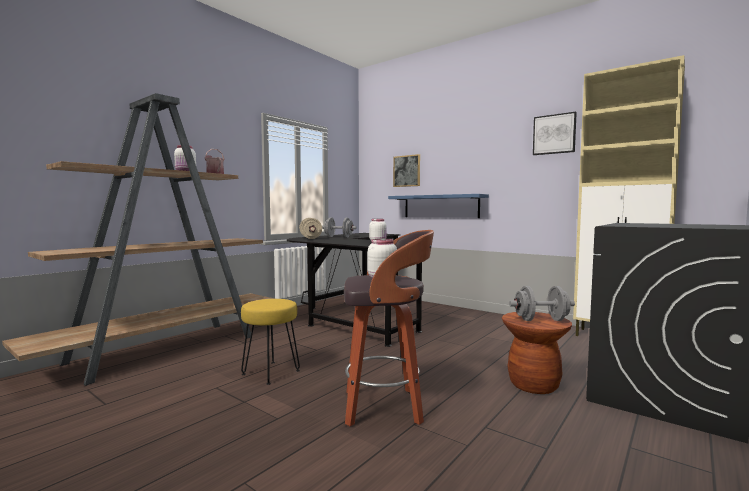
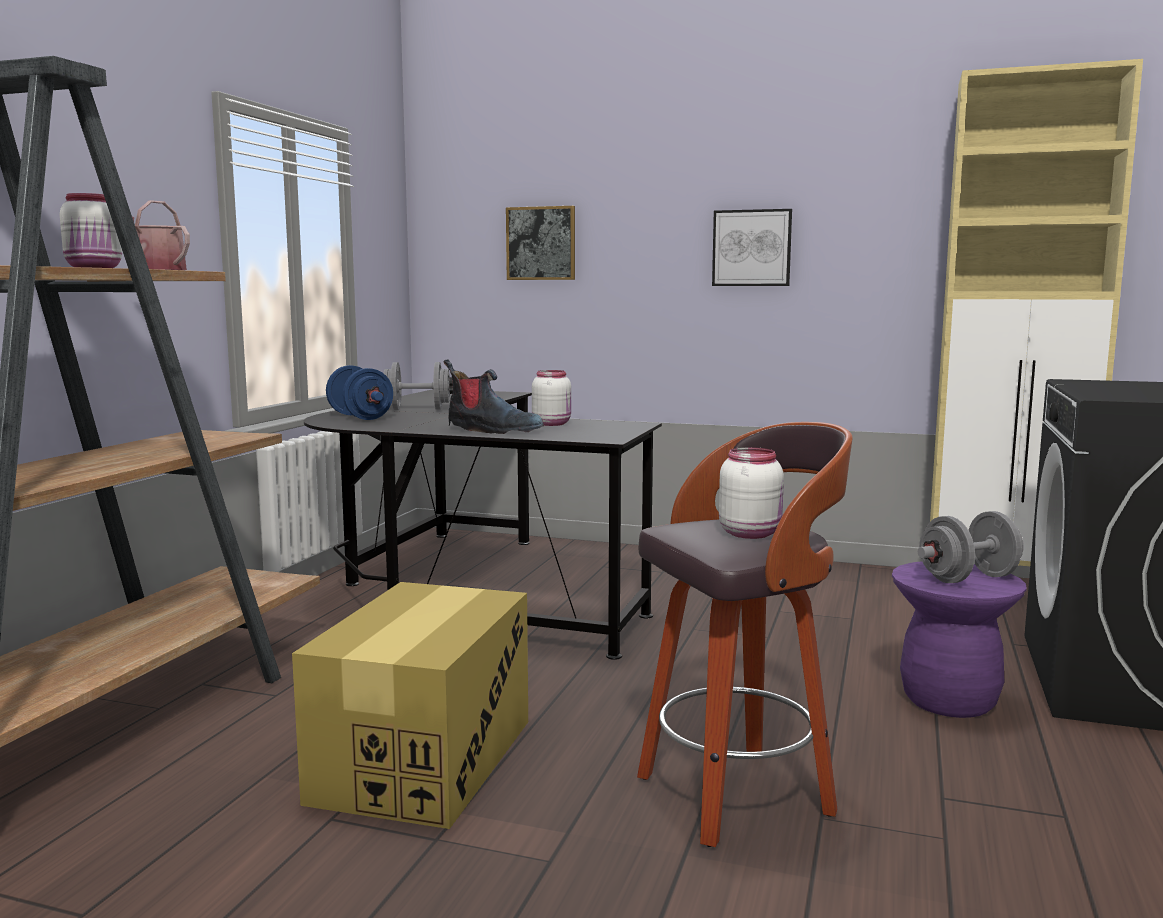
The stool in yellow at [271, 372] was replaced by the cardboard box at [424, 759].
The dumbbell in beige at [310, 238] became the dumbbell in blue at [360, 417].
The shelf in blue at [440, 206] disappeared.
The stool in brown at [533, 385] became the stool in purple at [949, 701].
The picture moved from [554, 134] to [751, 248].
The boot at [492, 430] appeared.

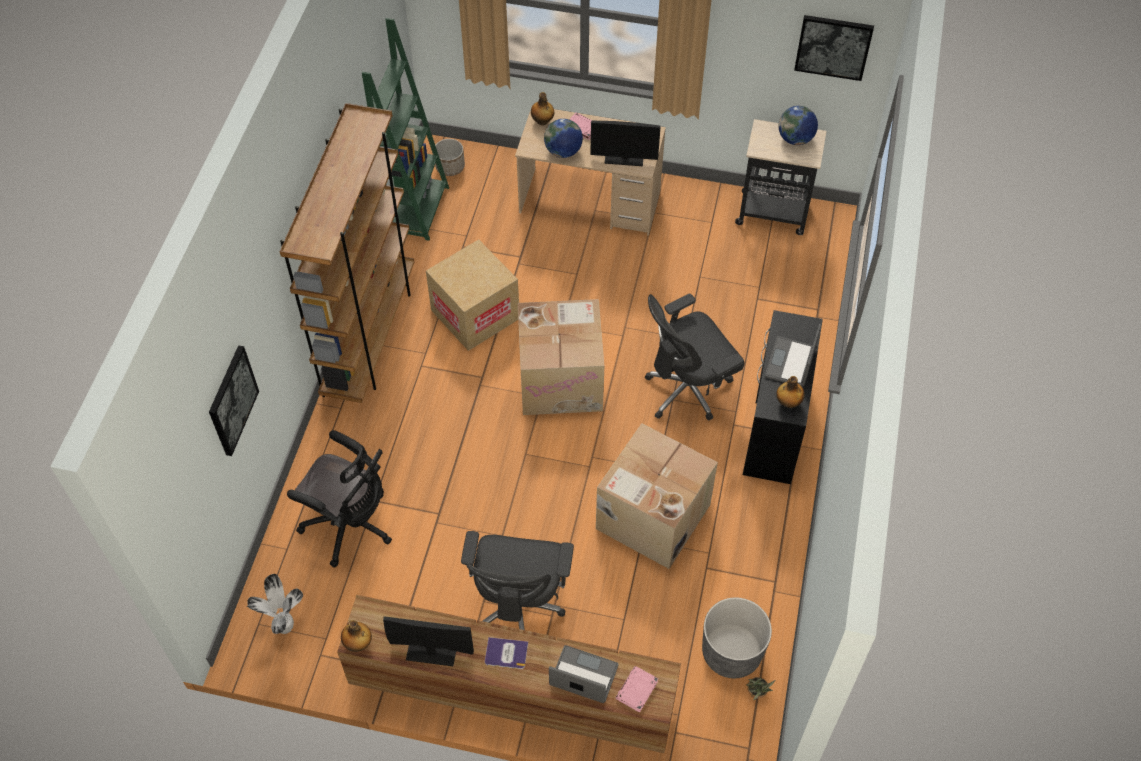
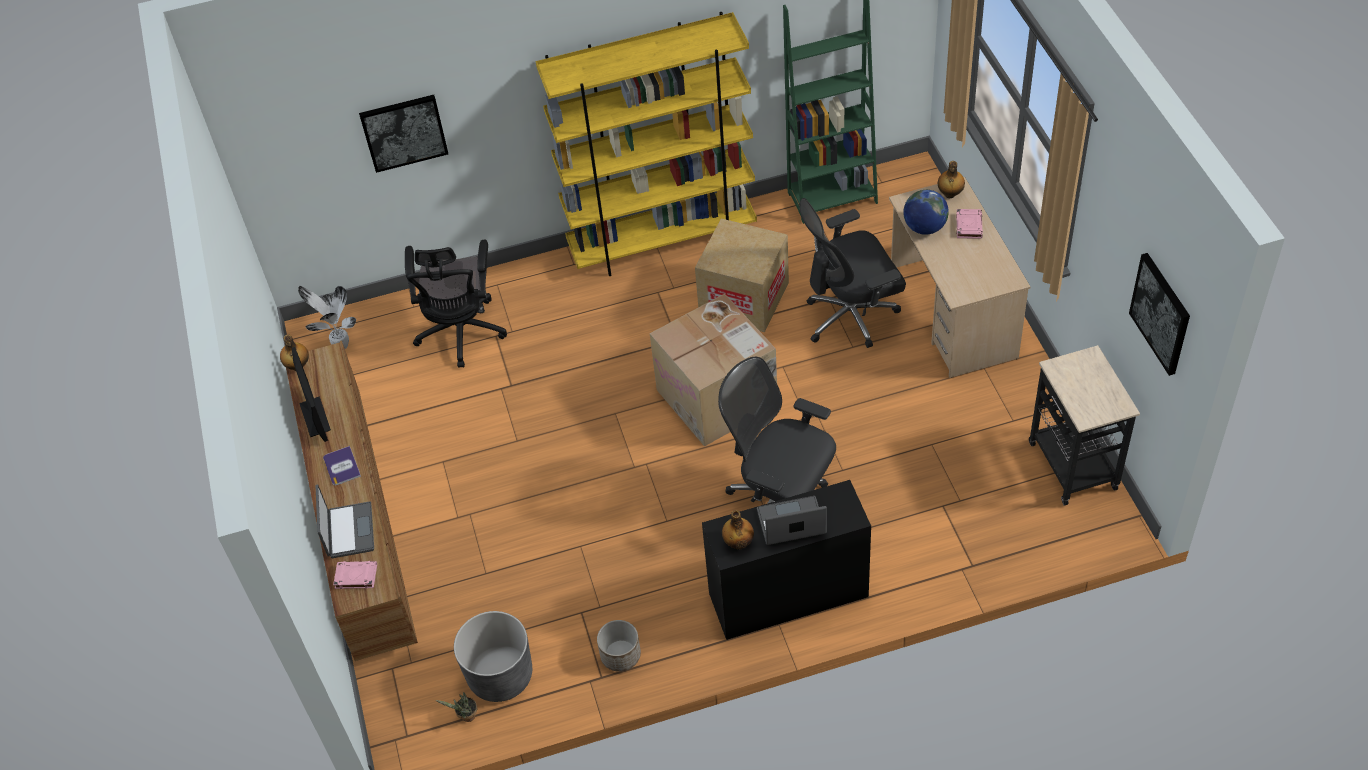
The bookcase in brown at [370, 336] became the bookcase in yellow at [663, 242].
The planter moved from [450, 167] to [620, 655].
The office chair moved from [518, 607] to [851, 316].
The monitor at [624, 158] disappeared.
The cardboard box at [651, 517] disappeared.
The globe at [795, 139] disappeared.

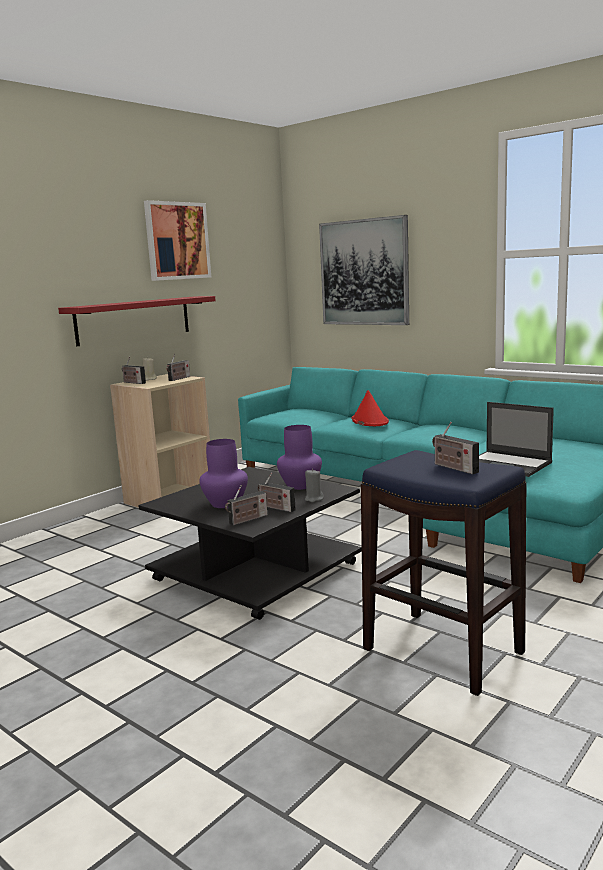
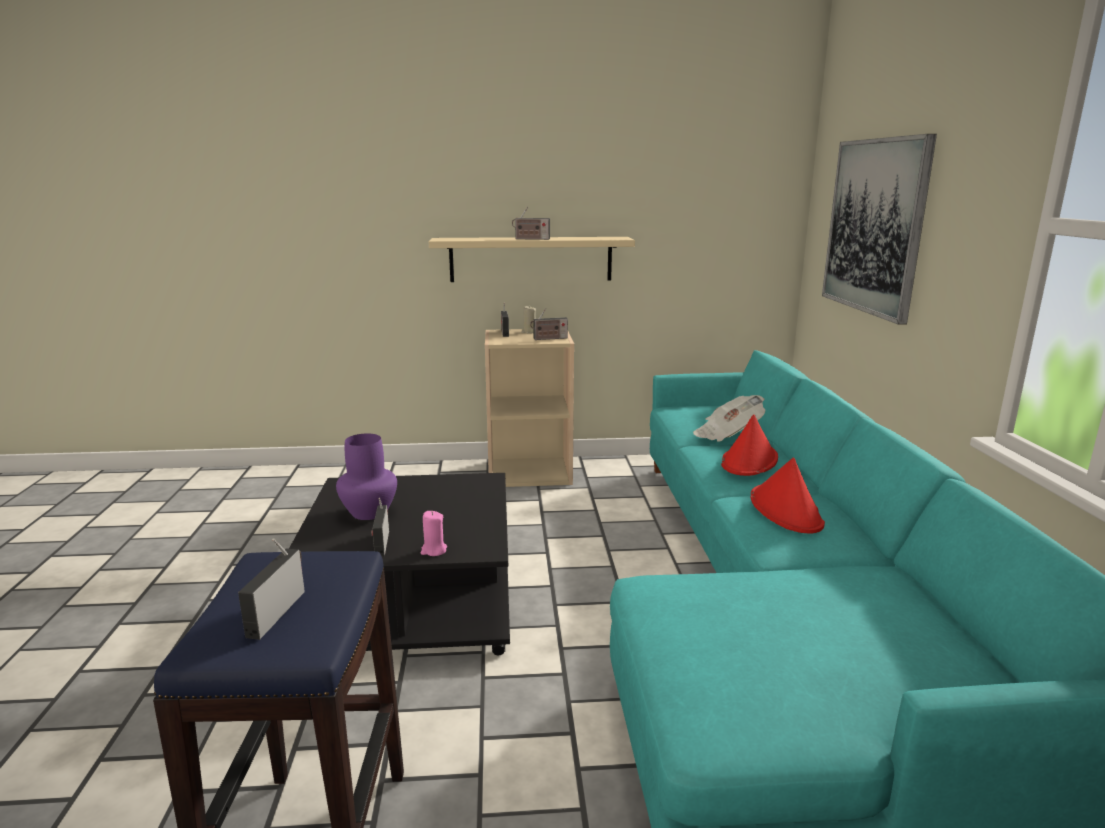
The shelf in red at [134, 320] became the shelf in beige at [531, 259].
The picture at [177, 241] disappeared.
The radio moved from [247, 520] to [530, 239].
The vase in purple at [299, 485] disappeared.
The candle in grey at [313, 499] became the candle in pink at [433, 550].
The laptop at [508, 464] disappeared.
The newspaper at [727, 435] appeared.
The hat in red at [786, 510] appeared.

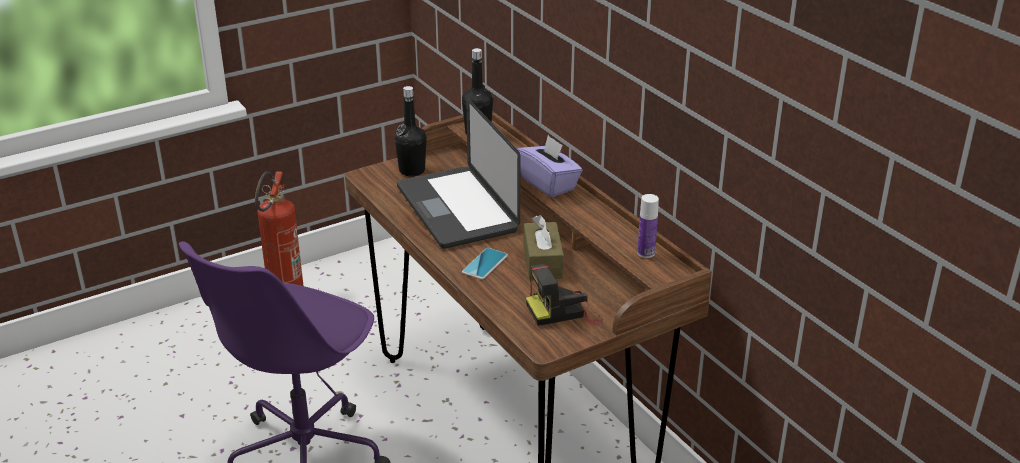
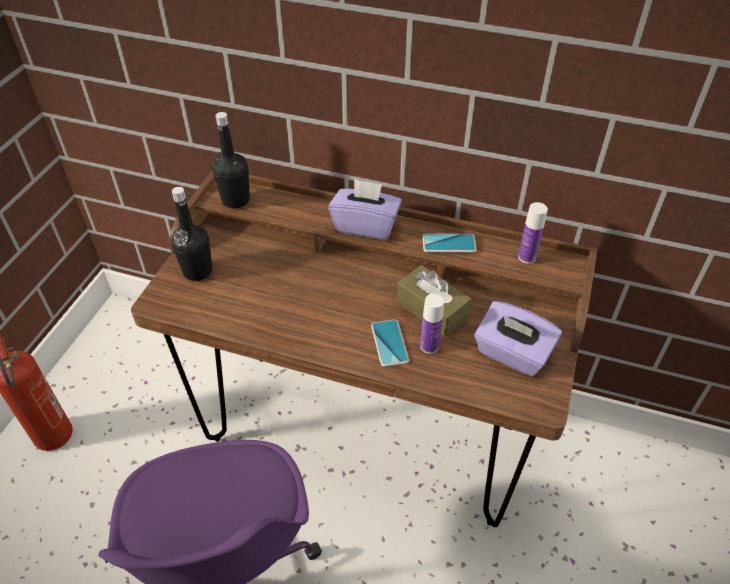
The laptop at [456, 209] disappeared.
The photo camera at [564, 311] was replaced by the tissue box in purple at [512, 354].
The bottle at [429, 346] appeared.
The phone at [449, 243] appeared.

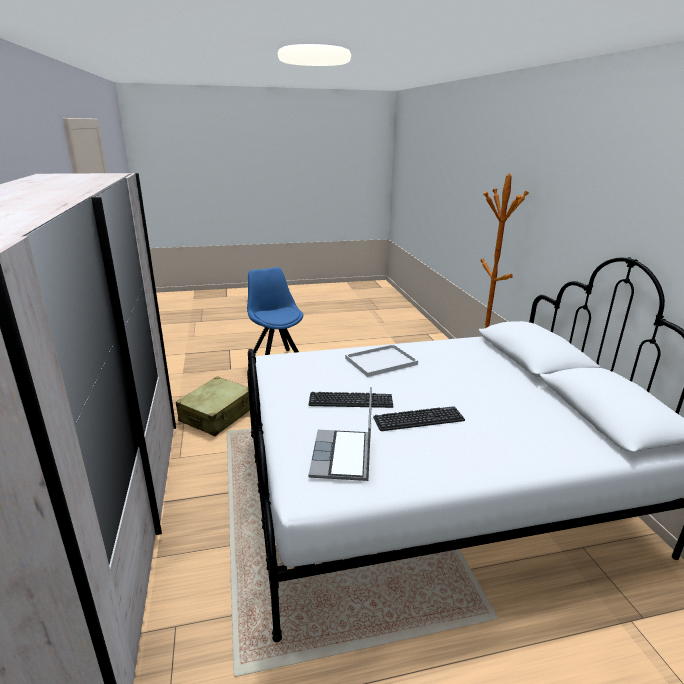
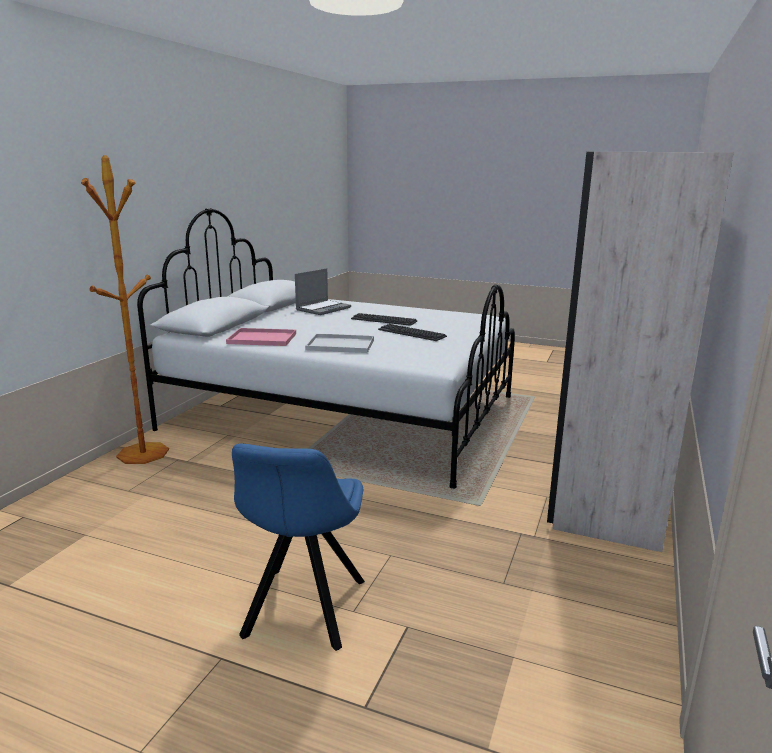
The suitcase in beige at [217, 415] disappeared.
The laptop moved from [343, 457] to [323, 308].
The tray in pink at [263, 338] appeared.

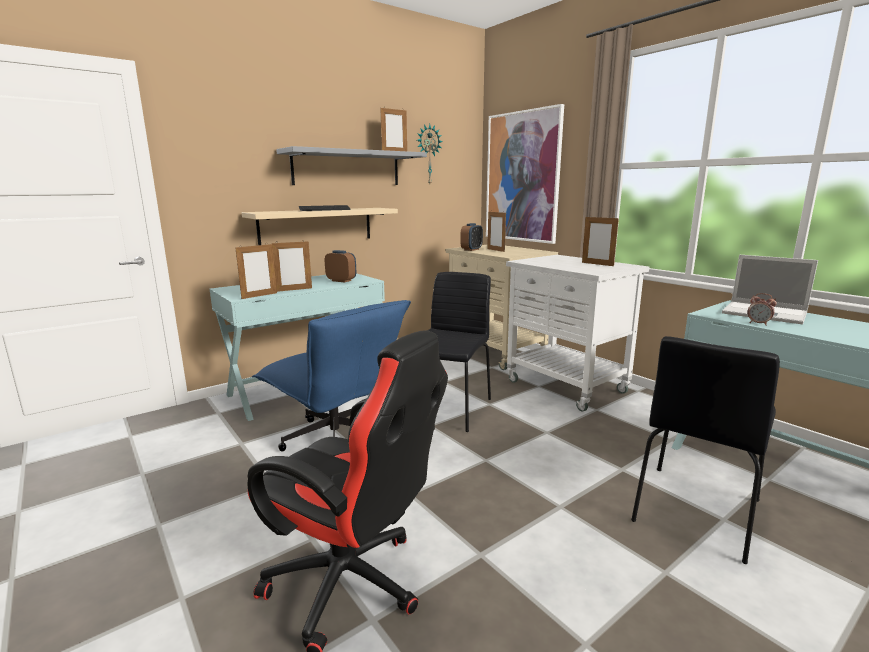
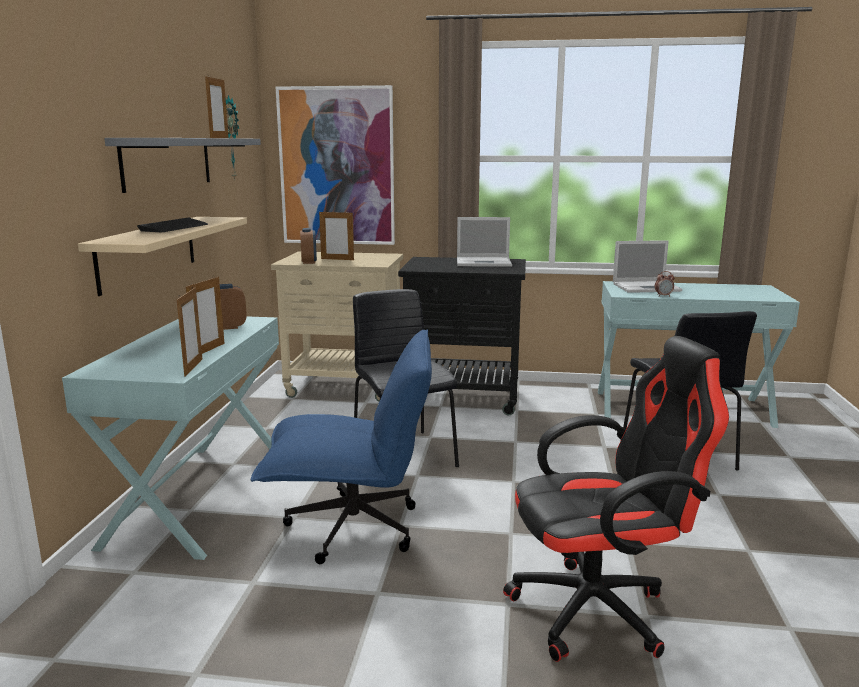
The cart in white at [566, 387] became the cart in black at [464, 399].
The picture frame at [597, 264] was replaced by the laptop at [485, 262].

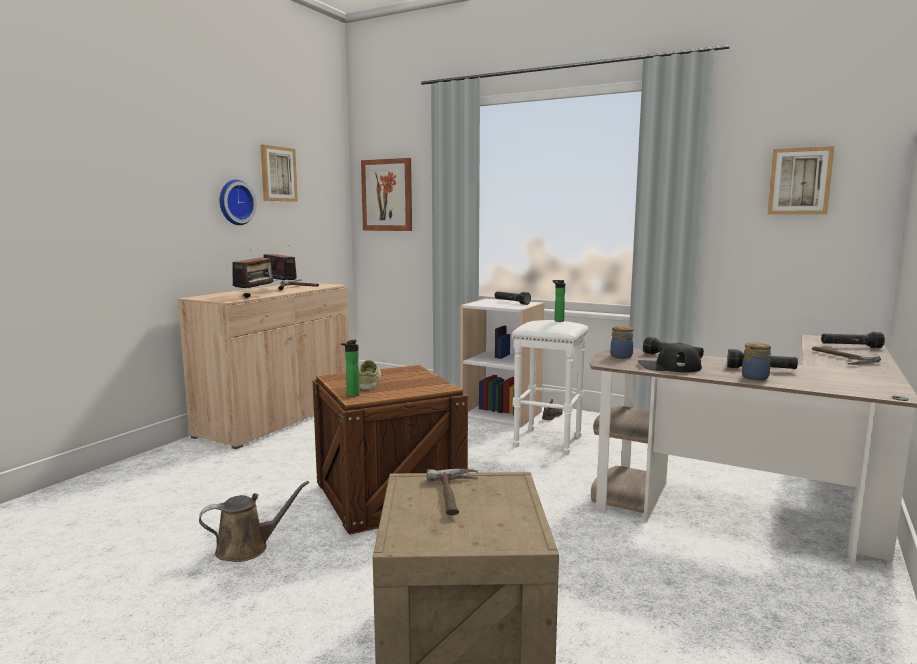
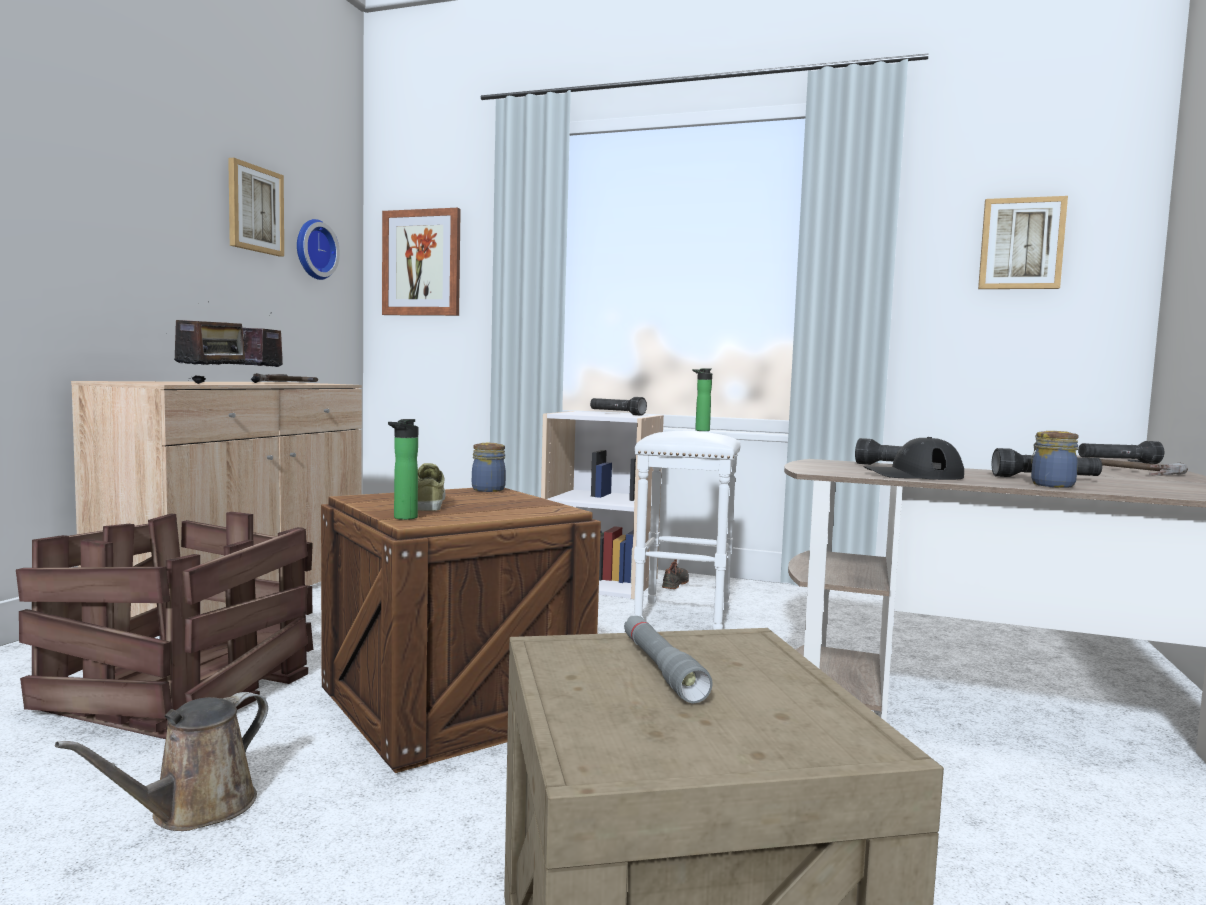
The watering can in brown at [247, 548] turned 150 degrees clockwise.
The wall clock moved from [235, 202] to [313, 249].
The hammer at [456, 496] was replaced by the flashlight in grey at [661, 669].
The jar moved from [621, 356] to [489, 489].
The crate at [182, 689] appeared.

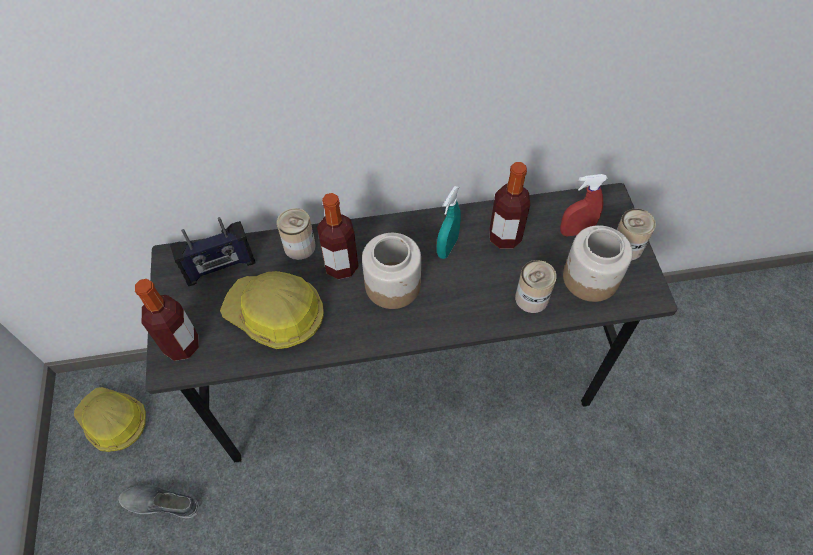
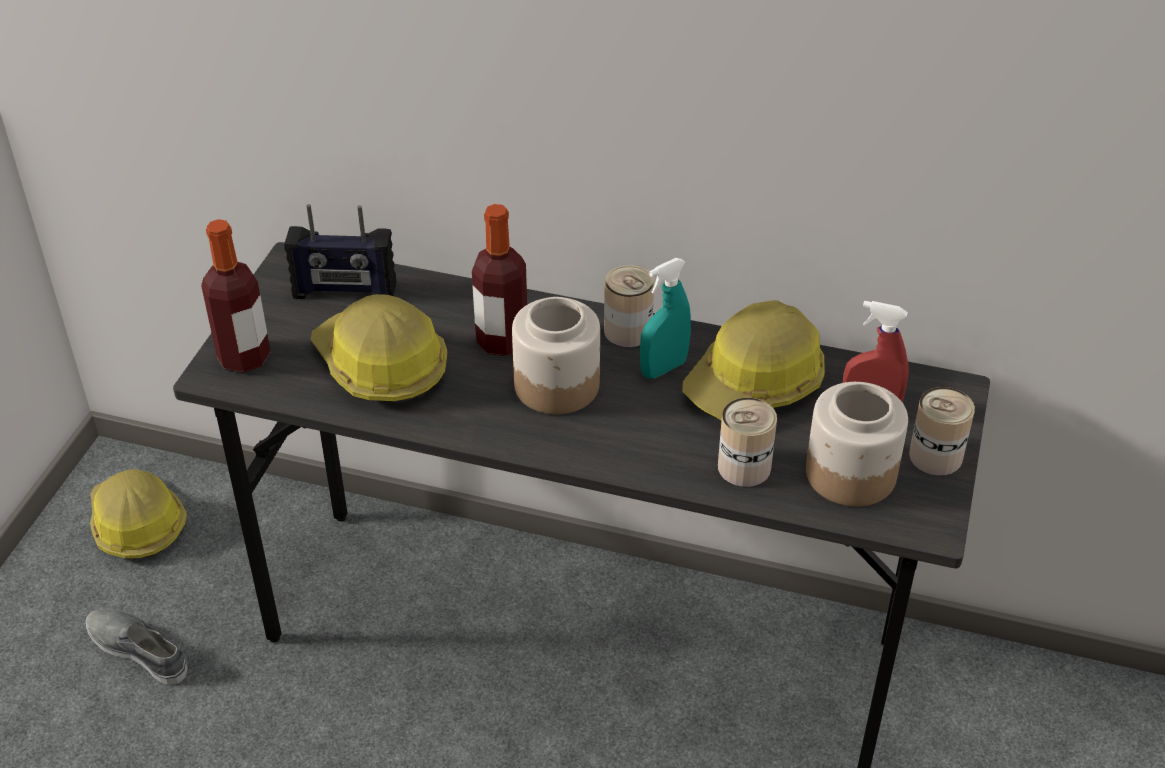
The can moved from [299, 246] to [628, 331].
The bottle at [505, 237] was replaced by the hard hat at [756, 384].

